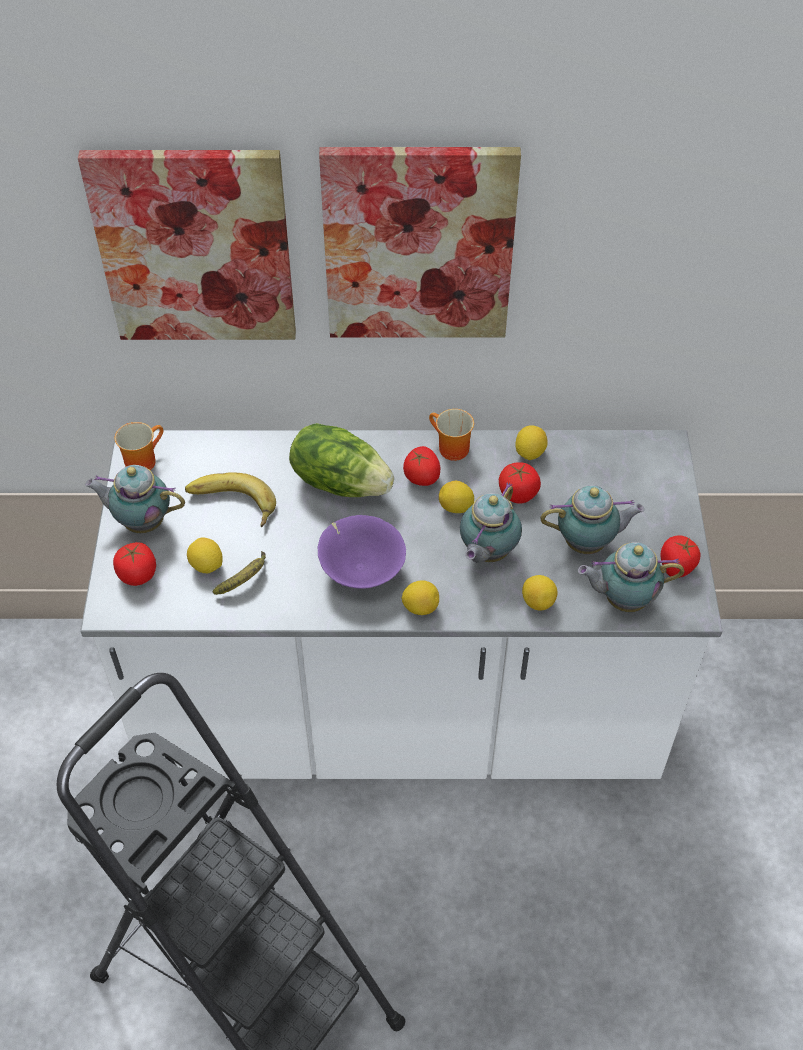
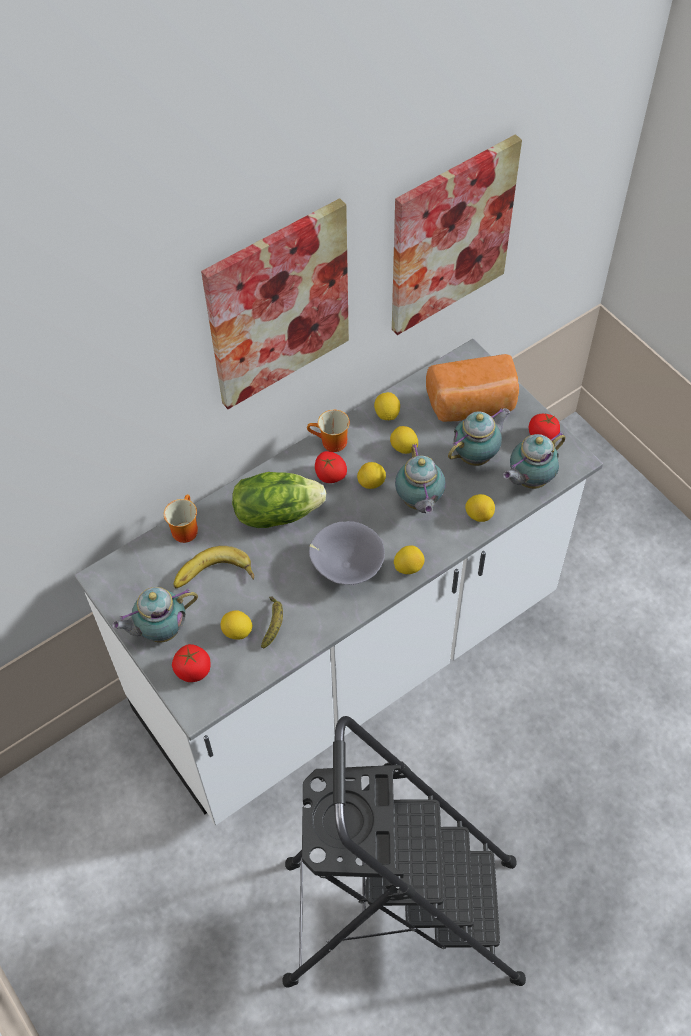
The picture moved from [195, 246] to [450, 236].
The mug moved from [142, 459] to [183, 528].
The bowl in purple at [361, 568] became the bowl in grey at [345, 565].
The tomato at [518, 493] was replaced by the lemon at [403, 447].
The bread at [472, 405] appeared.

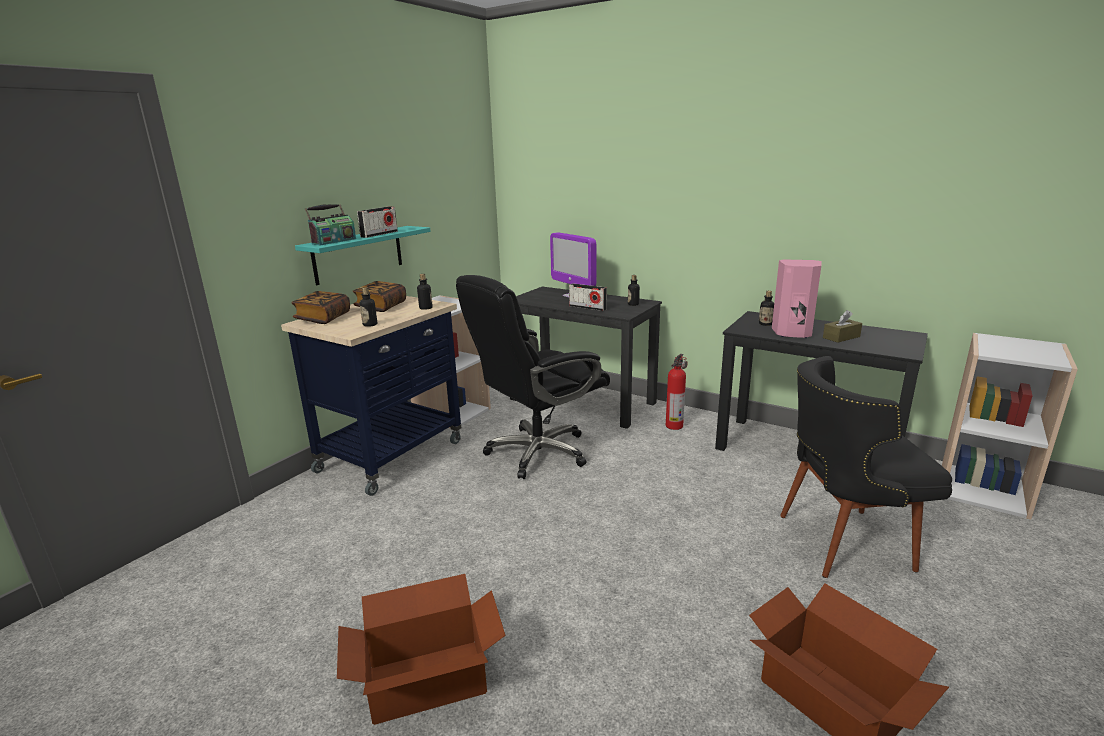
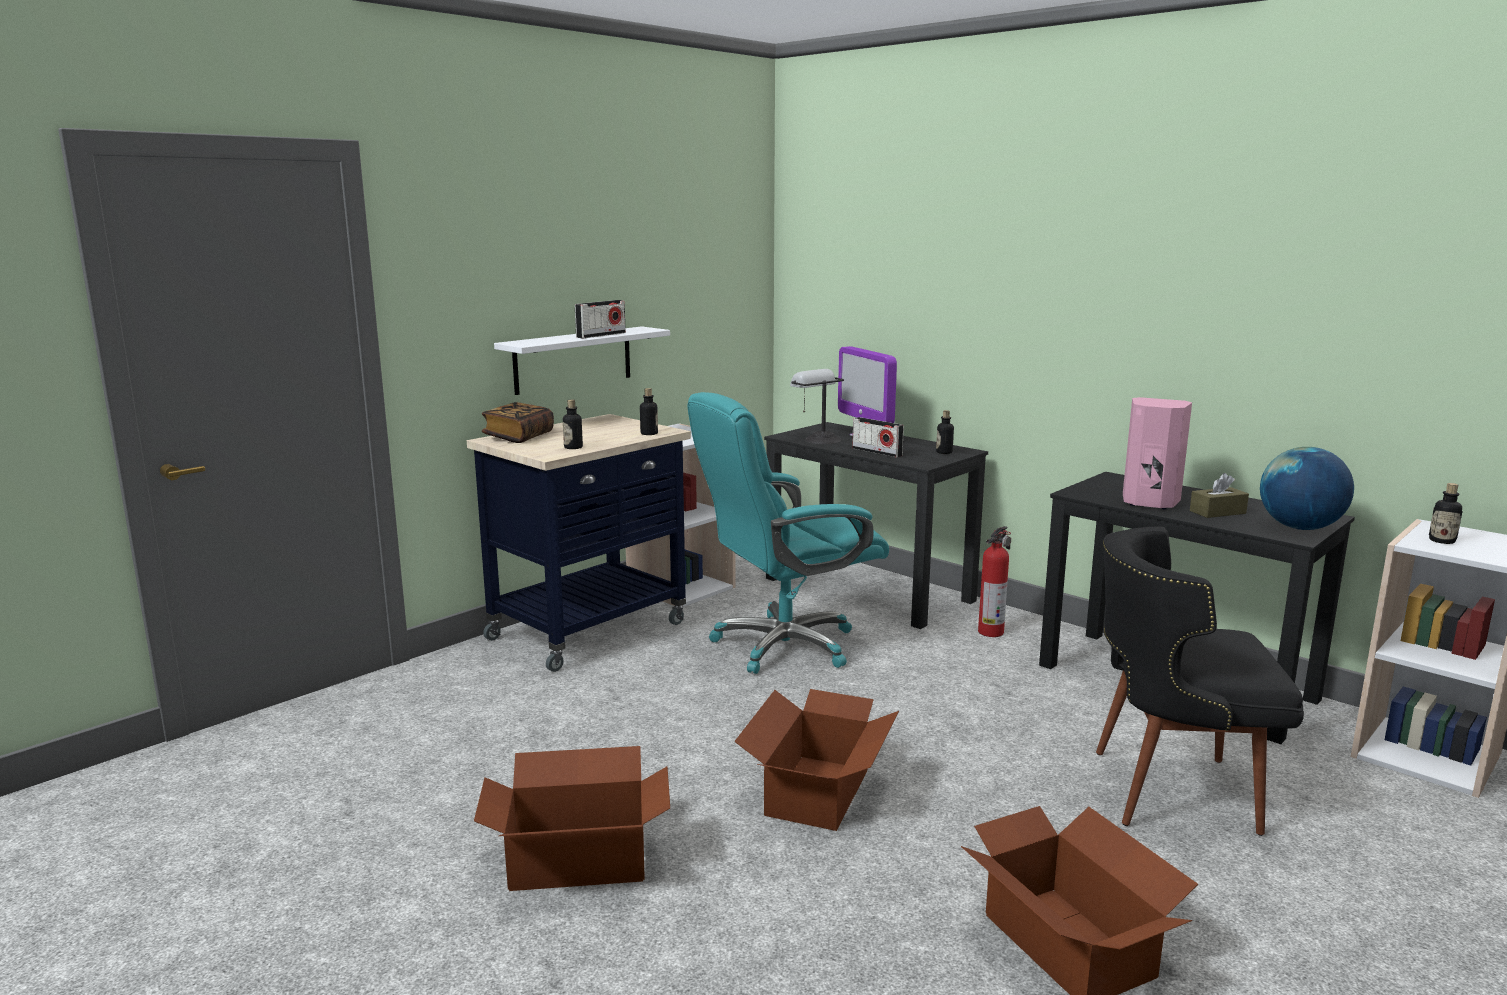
The shelf in turquoise at [358, 254] became the shelf in white at [573, 360].
The radio at [333, 241] disappeared.
The book at [381, 306] disappeared.
The office chair in black at [540, 451] became the office chair in turquoise at [788, 644].
The bottle moved from [765, 324] to [1442, 541].
The cardboard box at [819, 792] appeared.
The table lamp at [817, 438] appeared.
The globe at [1299, 528] appeared.

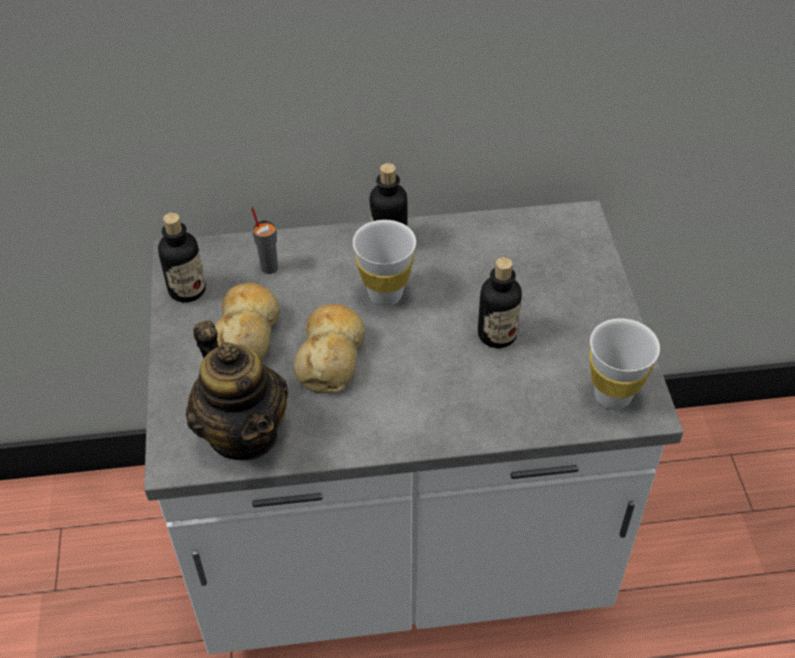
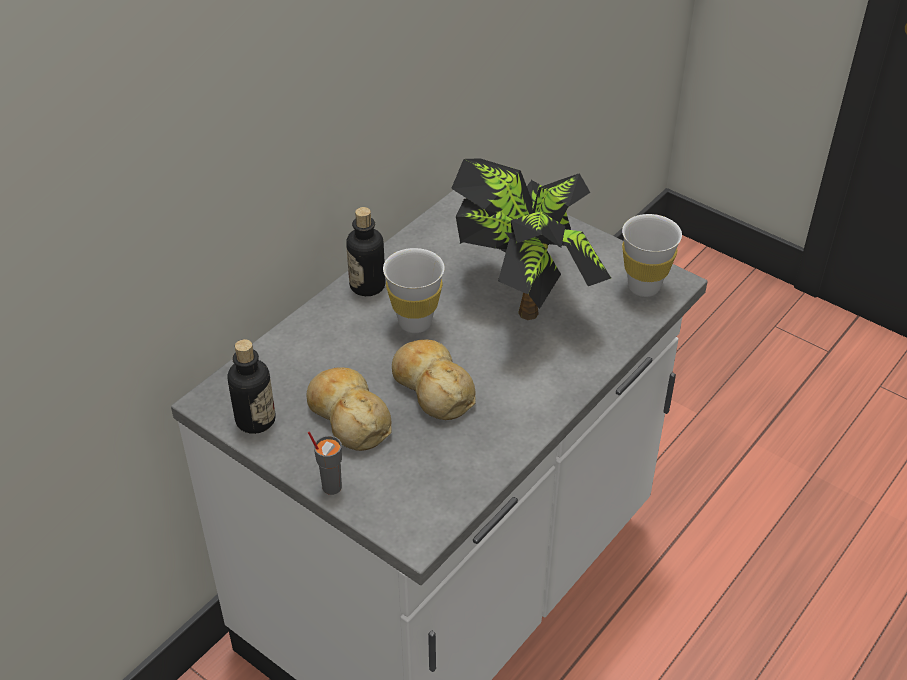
The teapot at [244, 433] disappeared.
The cup in grey moved from [269, 267] to [331, 486].
The bottle at [497, 335] was replaced by the potted plant at [526, 298].

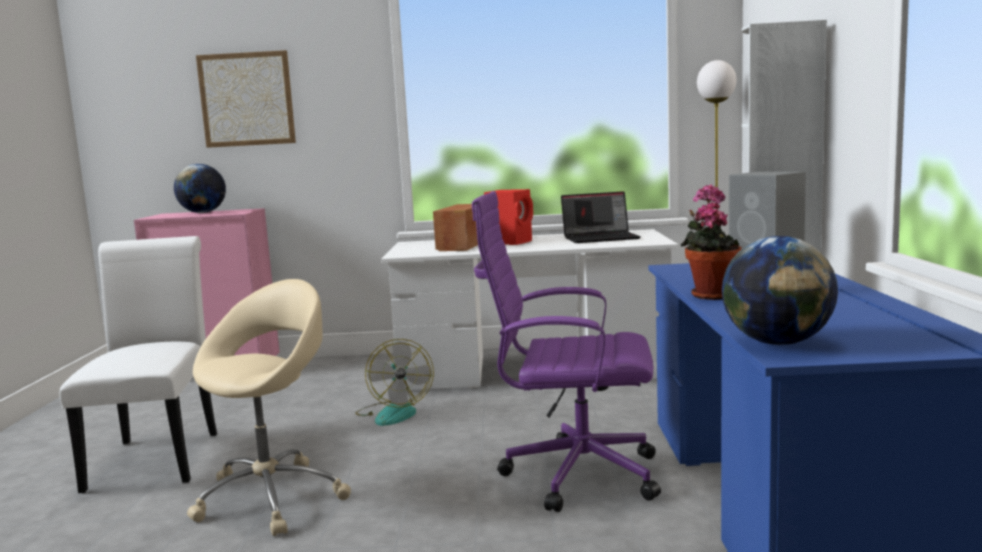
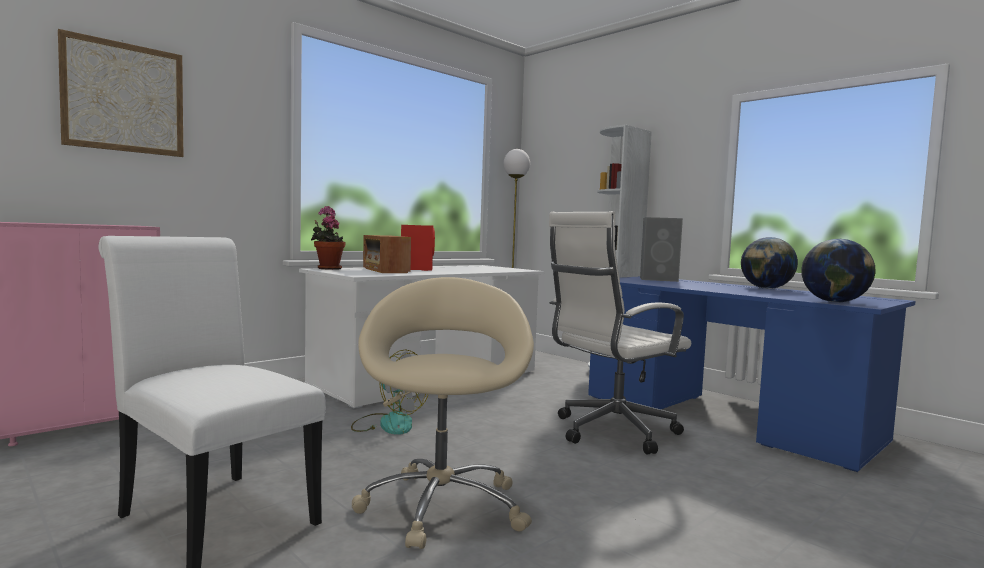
The globe moved from [203, 212] to [766, 288].
The office chair in purple at [573, 475] became the office chair in white at [611, 432].
The laptop at [601, 238] disappeared.
The potted plant moved from [710, 295] to [328, 268].

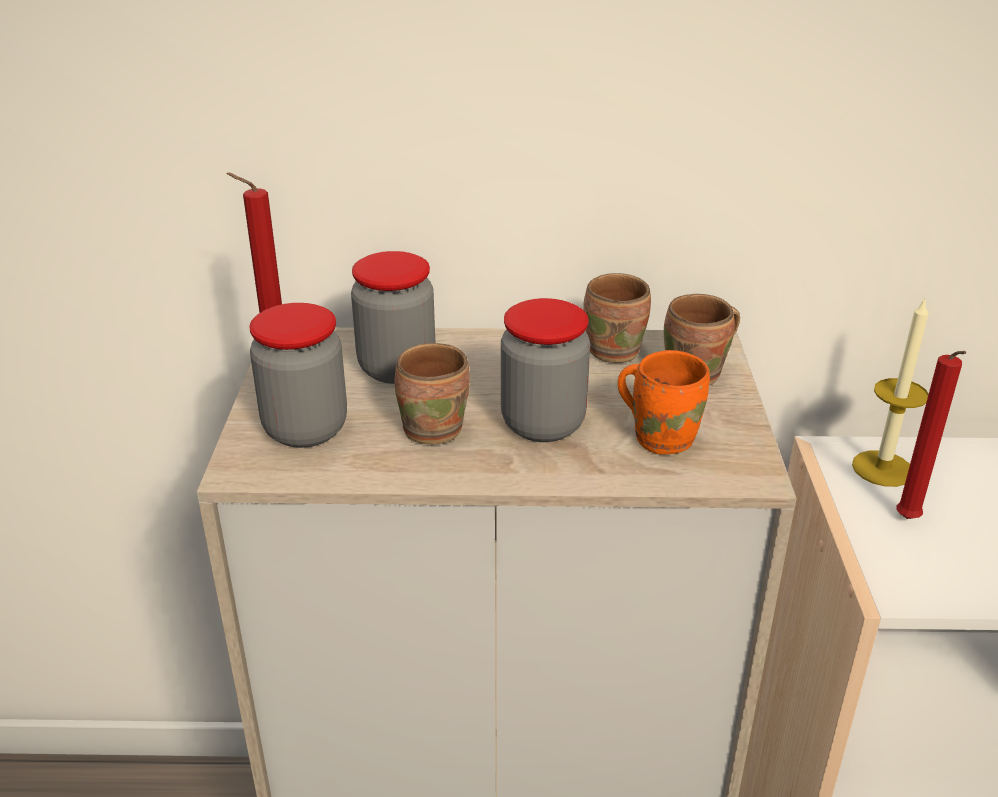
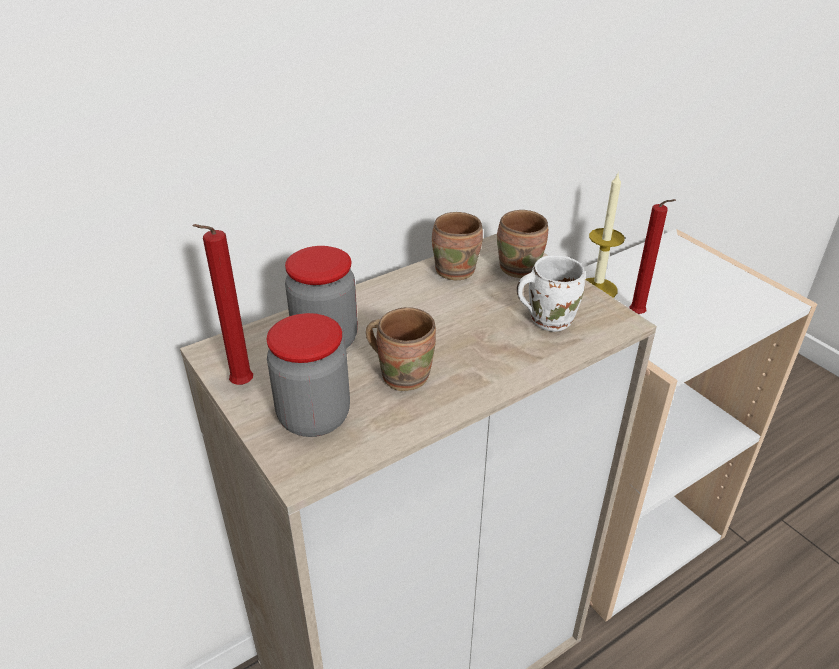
The jar at [543, 424] disappeared.
The mug in orange at [662, 436] became the mug in white at [547, 318].

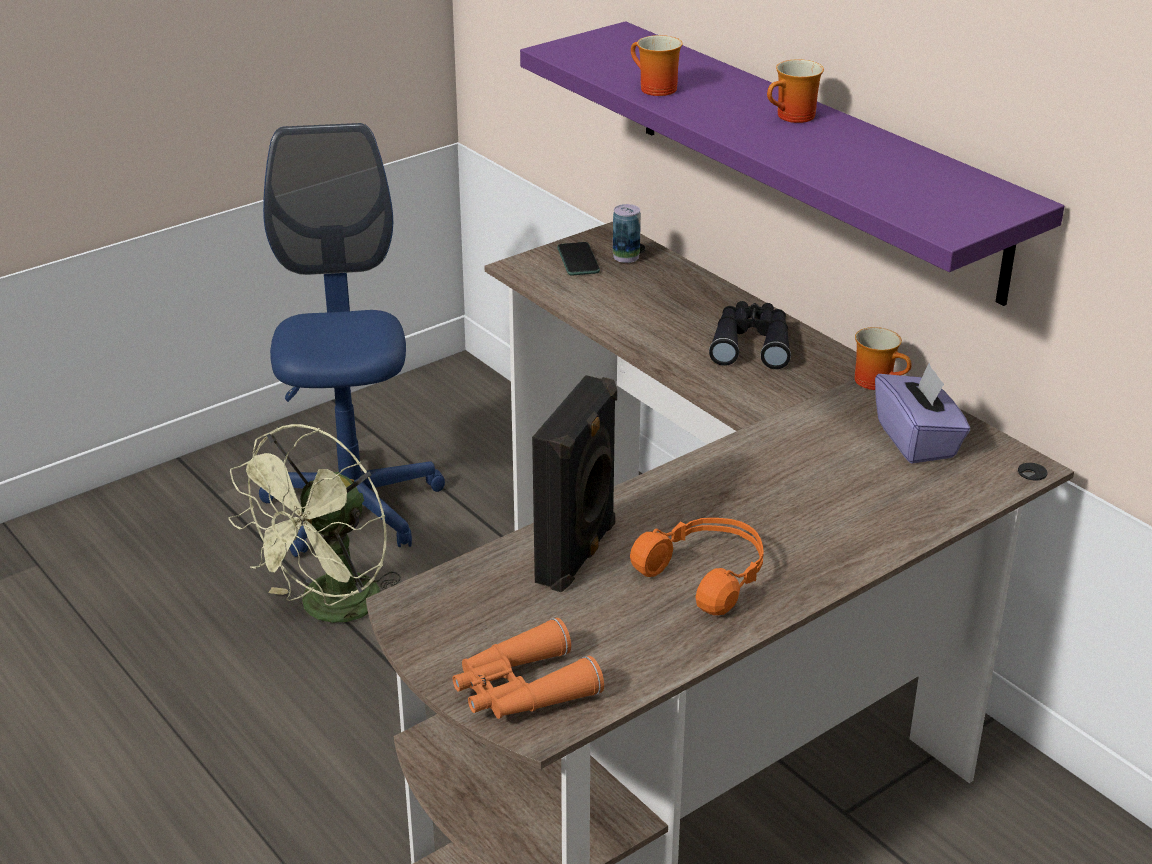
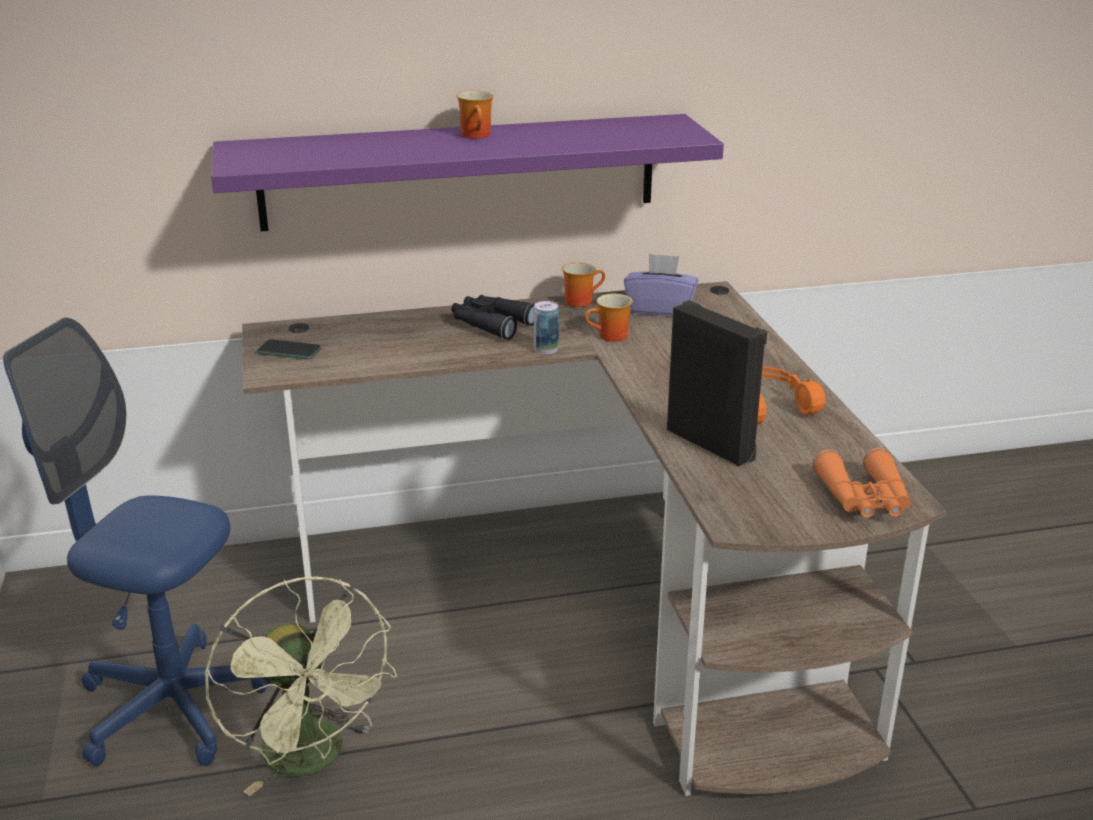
The can moved from [626, 257] to [546, 349].
The mug moved from [653, 89] to [610, 337].

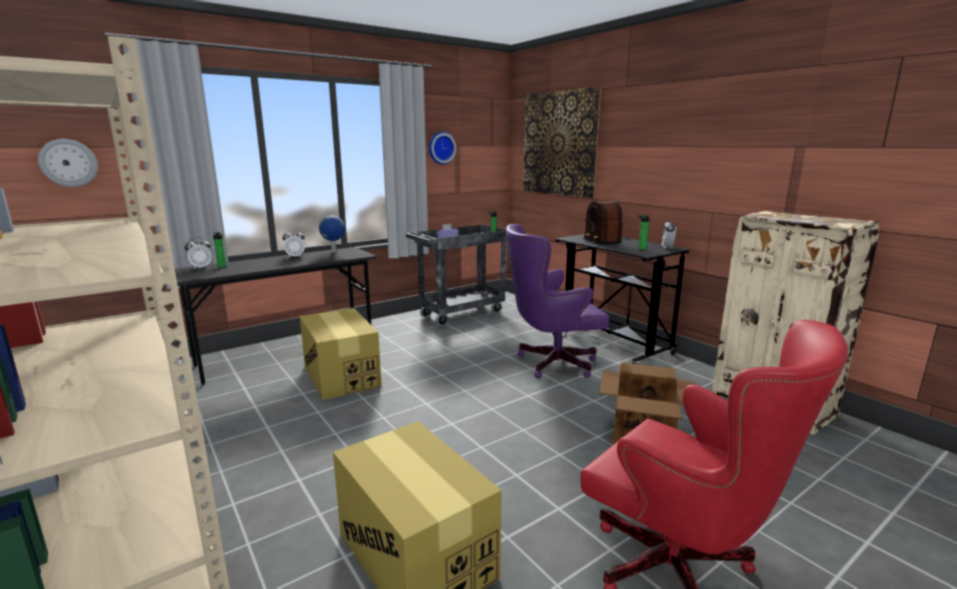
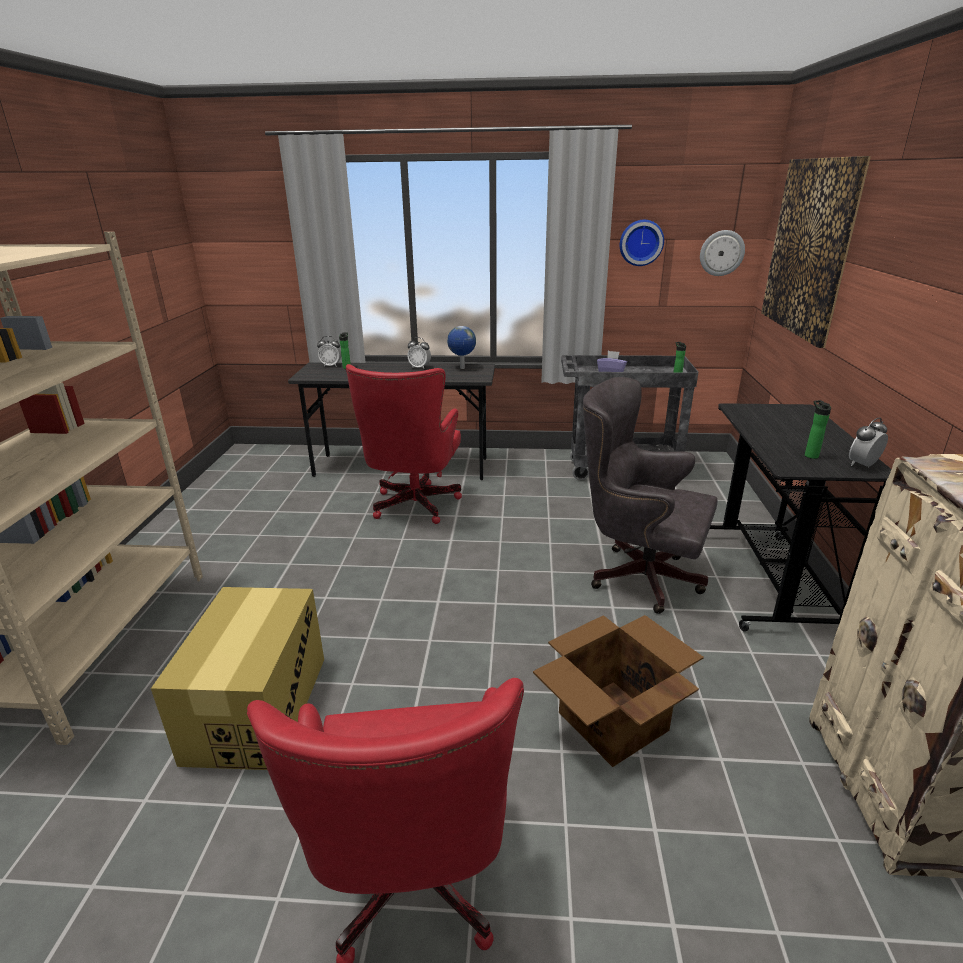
The wall clock moved from [68, 163] to [721, 253].
The cardboard box at [341, 376] was replaced by the office chair in red at [414, 507].
The office chair in purple at [551, 364] became the office chair in grey at [638, 576].
The radio at [605, 240] disappeared.

